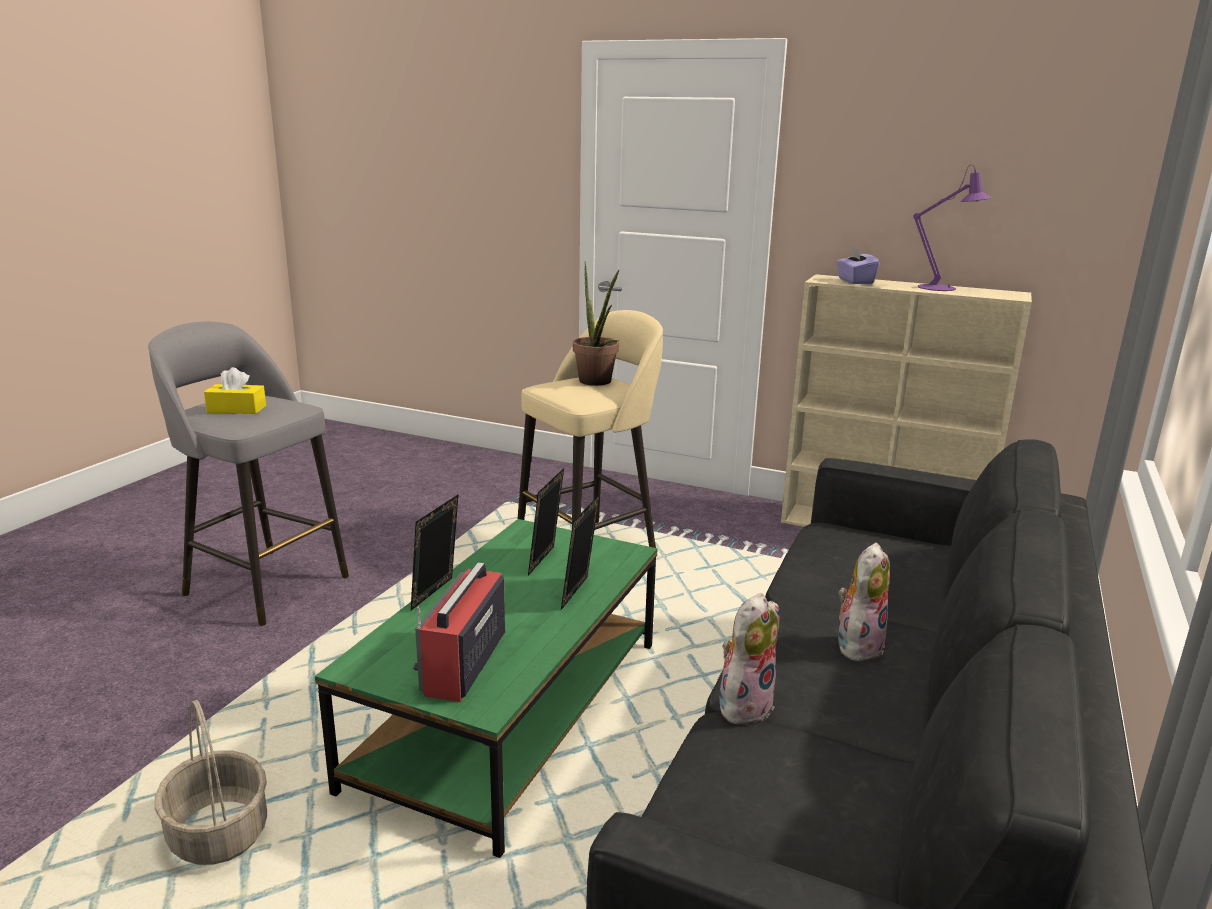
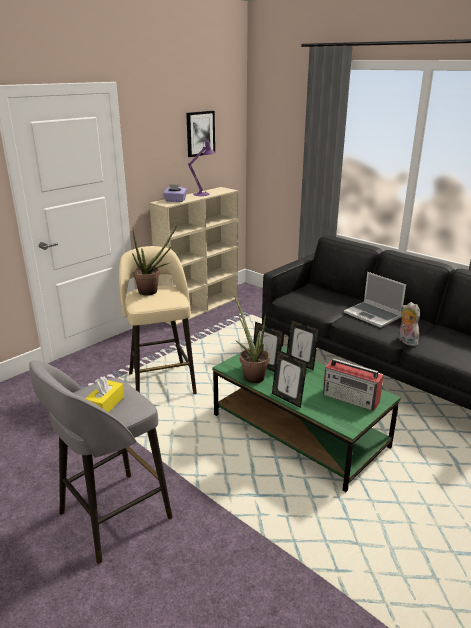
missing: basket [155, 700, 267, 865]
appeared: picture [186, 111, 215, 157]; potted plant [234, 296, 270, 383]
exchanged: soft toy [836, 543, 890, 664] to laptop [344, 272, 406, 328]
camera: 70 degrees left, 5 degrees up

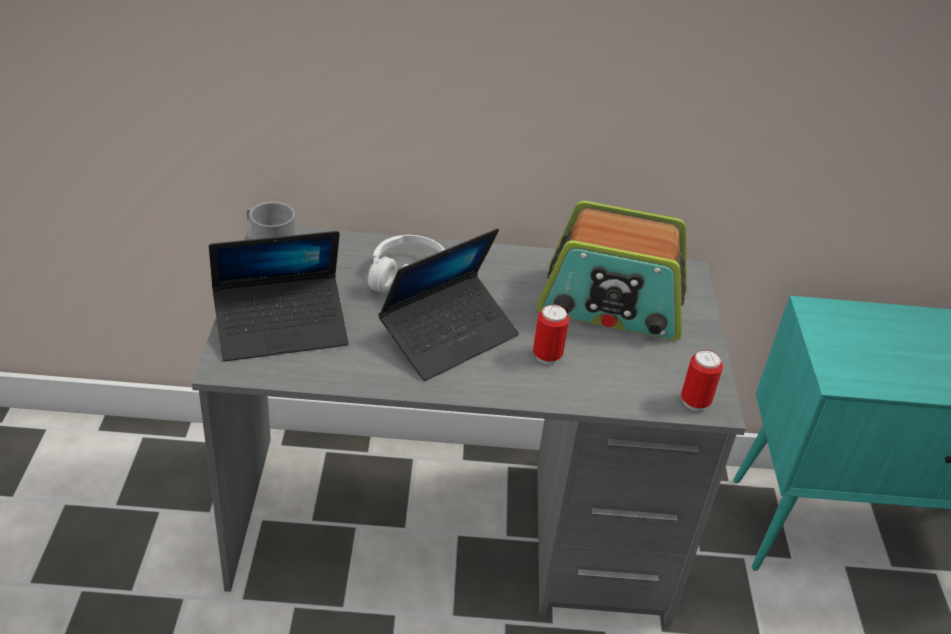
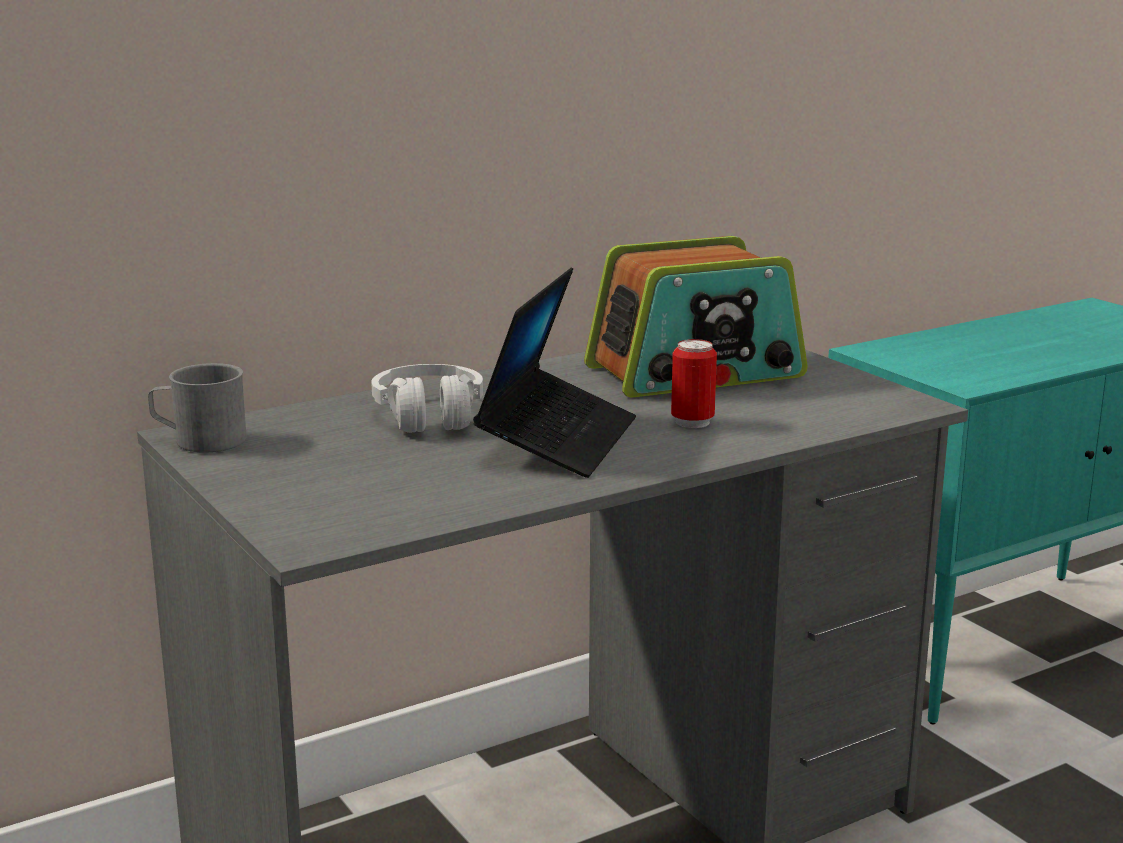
missing: laptop [209, 231, 349, 361]; metal can [681, 350, 723, 411]
camera: 30 degrees left, 20 degrees down

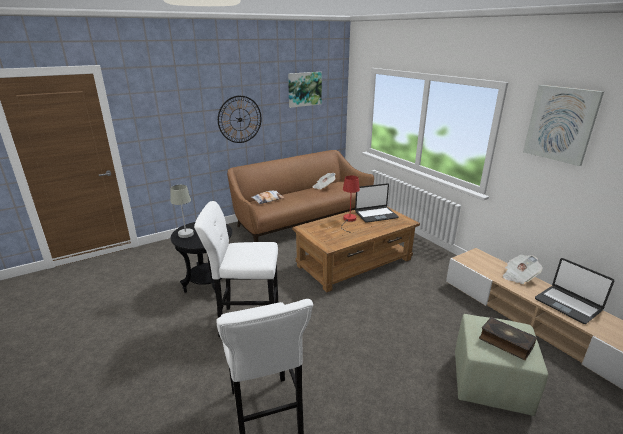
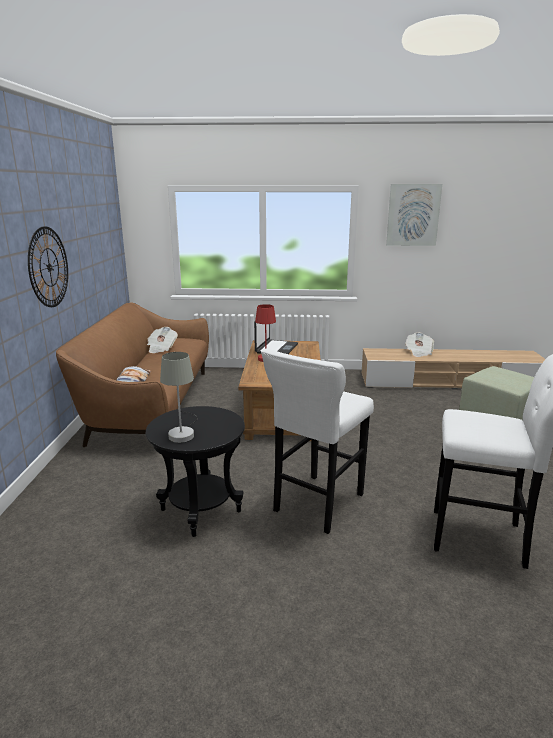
missing: picture [288, 72, 322, 108]; bound book [479, 317, 537, 360]; laptop [535, 258, 614, 324]
camera: 55 degrees left, 5 degrees down

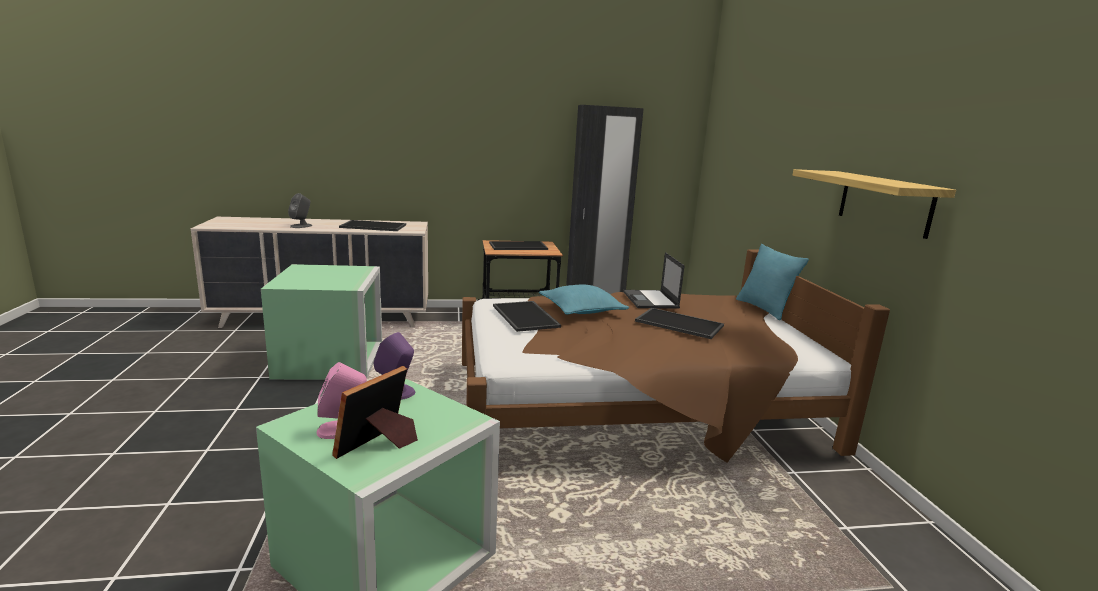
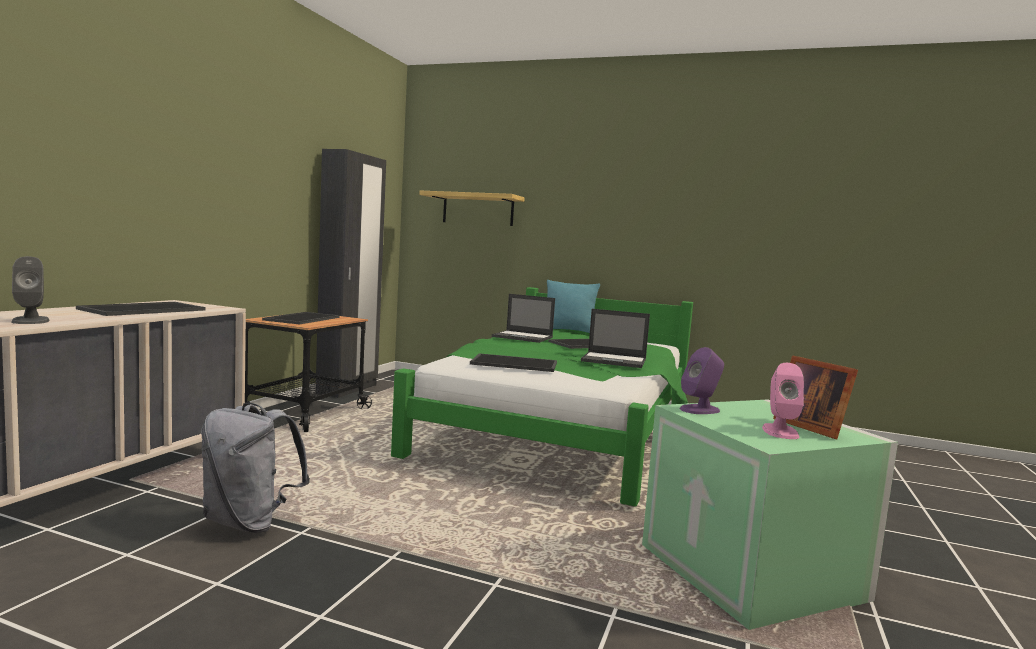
missing: cushion in turquoise-coloured [539, 284, 629, 315]
appeared: laptop [581, 309, 650, 368]
relocated: wall shelf [792, 169, 956, 239] to [419, 191, 525, 226]
exchanged: storage container in green-coloured [261, 264, 382, 380] to backpack in greyish [201, 403, 310, 533]
colour: sleeping bed in brownish [462, 249, 890, 462] to sleeping bed in green-coloured [391, 287, 693, 507]
camera: 60 degrees left, 10 degrees down

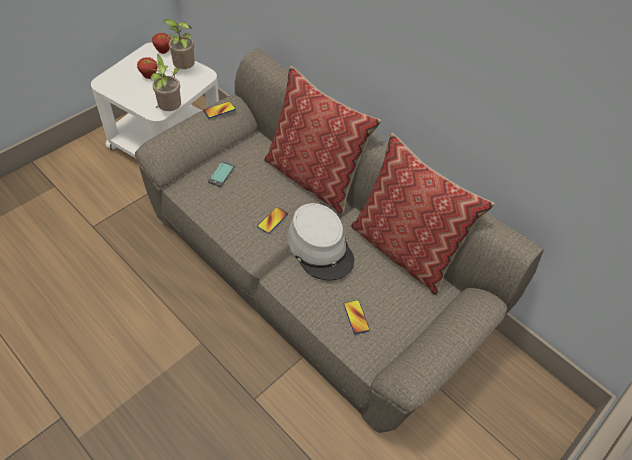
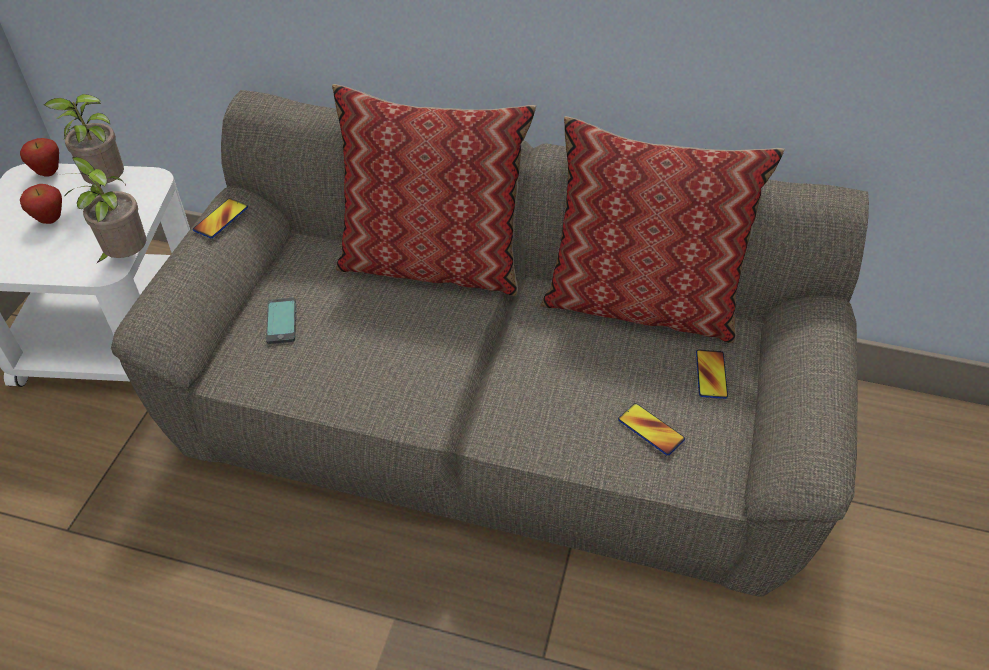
missing: wearable hat in greyish [287, 203, 354, 281]
relocated: telephone [257, 207, 288, 234] to [696, 350, 728, 399]
camera: 25 degrees left, 5 degrees down

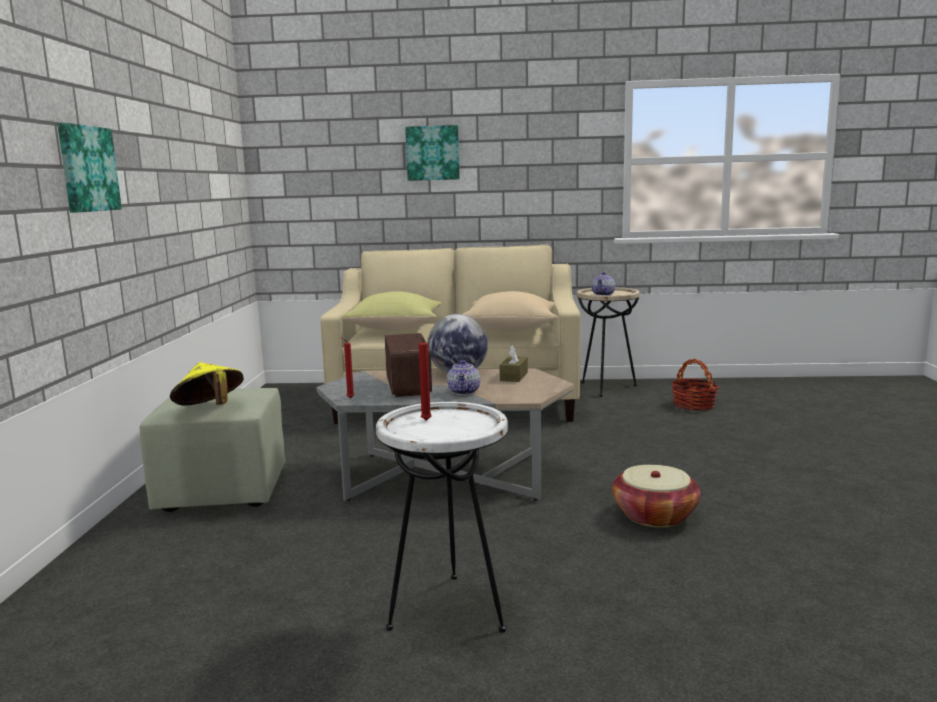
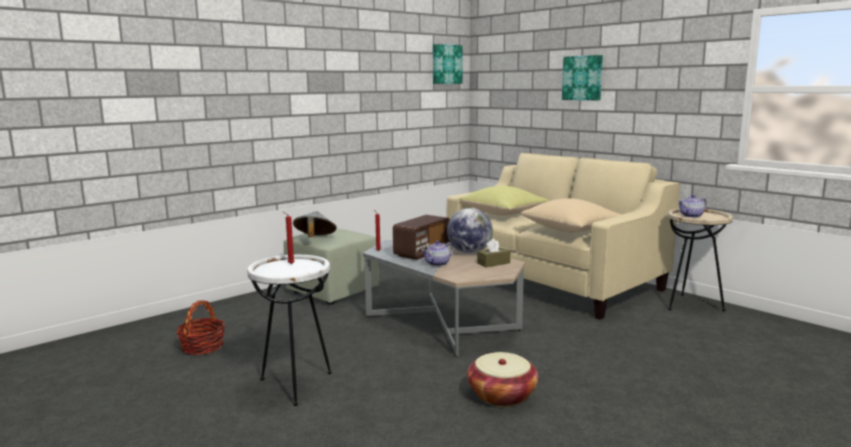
relocated: picture [57, 123, 122, 213] to [433, 44, 463, 84]; basket [671, 359, 719, 411] to [177, 300, 225, 355]
colour: wearable hat in yellow-coloured [170, 362, 244, 406] to wearable hat in greyish [293, 211, 337, 237]
camera: 45 degrees right, 0 degrees up

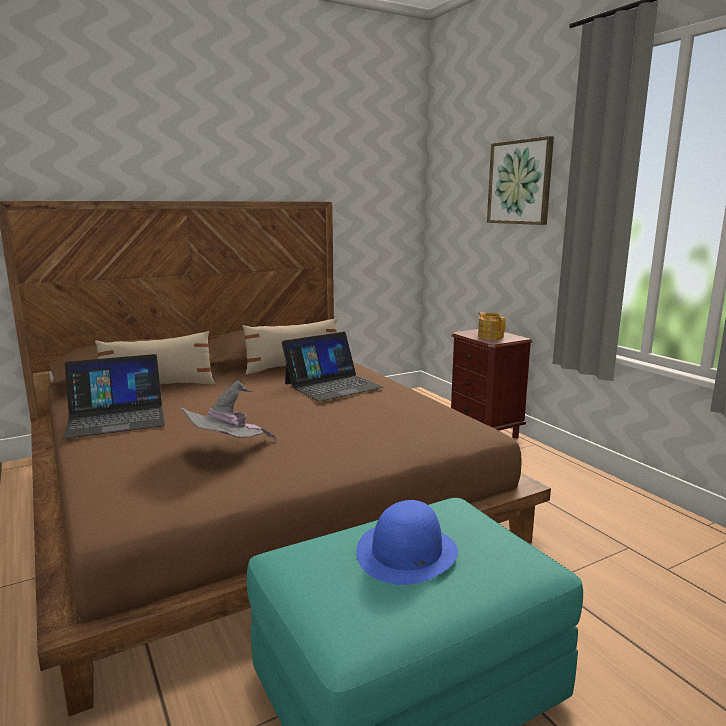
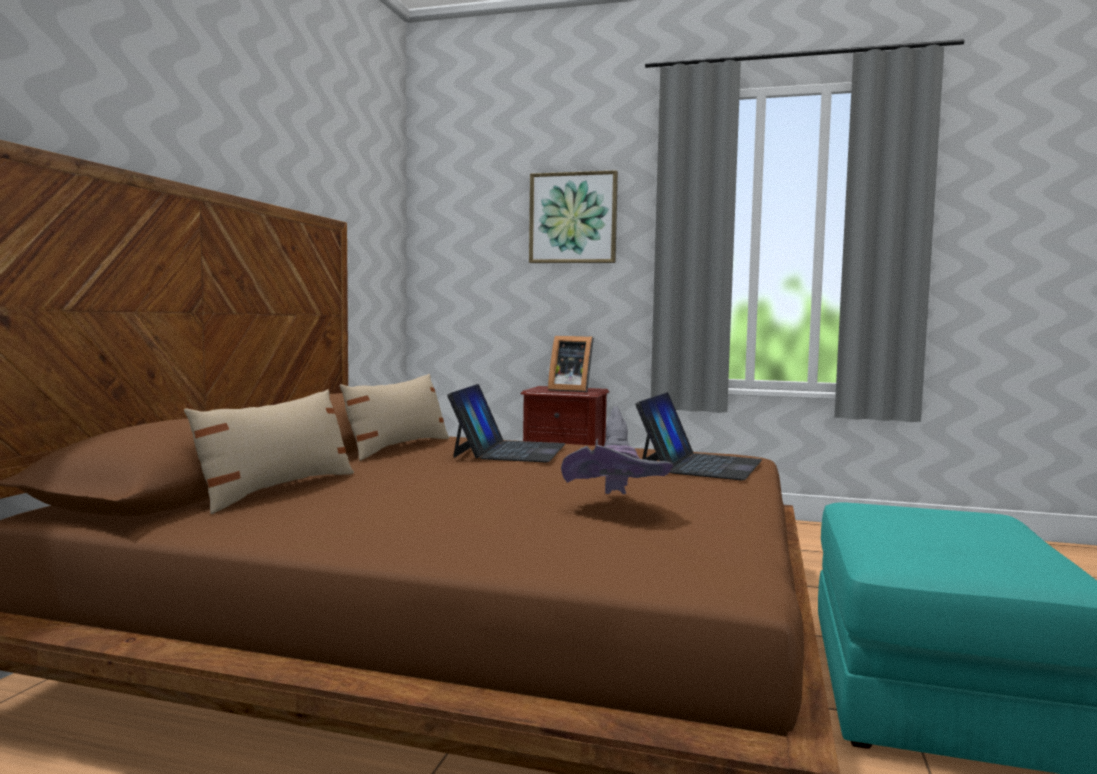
missing: wearable hat in blue-coloured [356, 500, 458, 585]
relocated: laptop [63, 354, 165, 439] to [635, 392, 762, 480]
exchanged: teapot [478, 312, 505, 340] to photo frame [548, 336, 594, 392]
camera: 45 degrees left, 10 degrees down

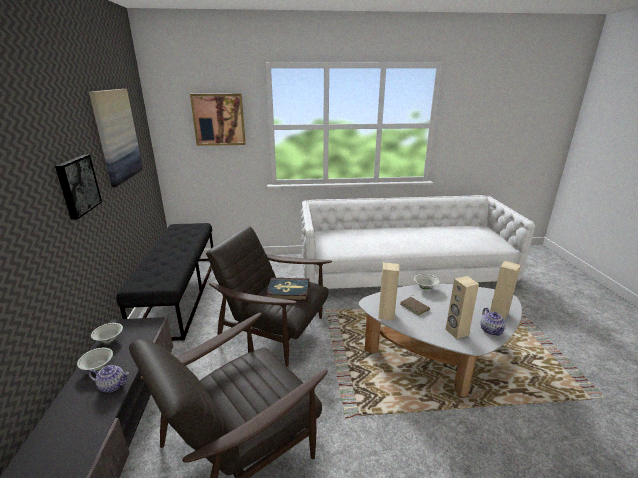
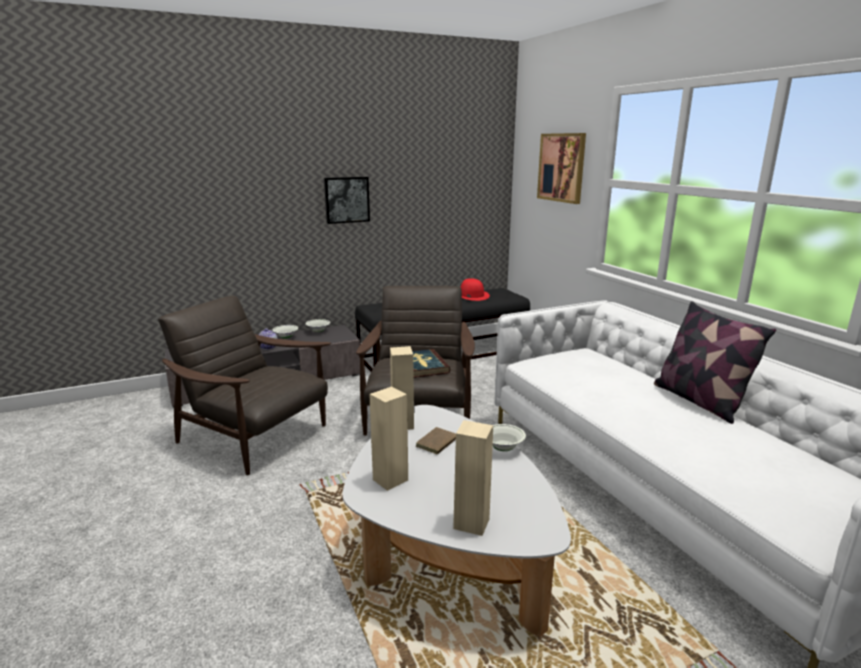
missing: picture [89, 89, 143, 187]; teapot [480, 308, 506, 336]
appeared: wearable hat in reddish [460, 278, 490, 301]; cushion [654, 301, 776, 424]
camera: 70 degrees right, 5 degrees down

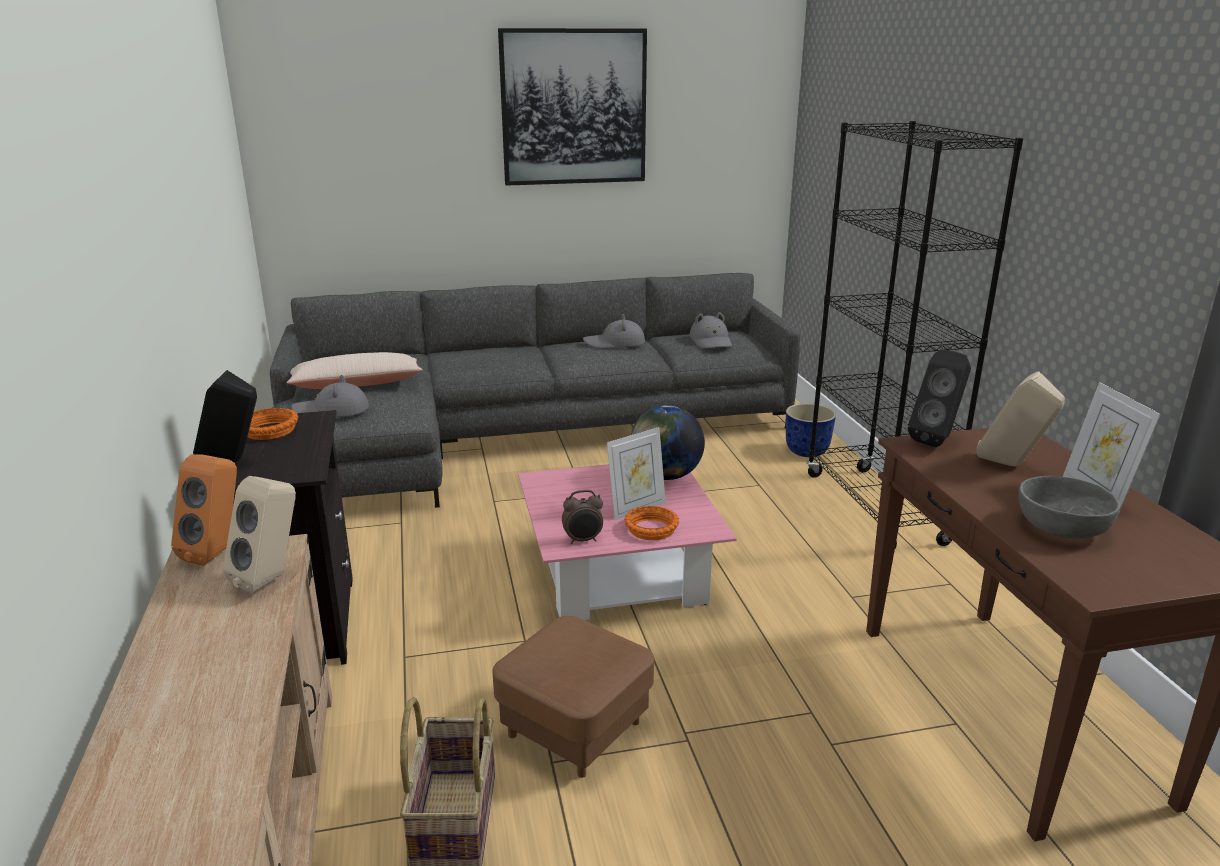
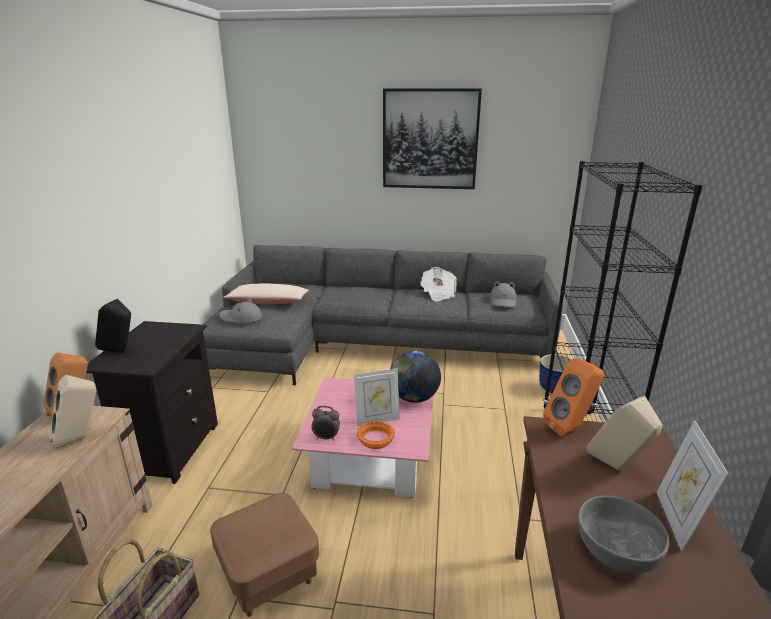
missing: serving bowl in orange [247, 408, 299, 440]
exchanged: wearable hat in greyish [583, 314, 645, 349] to daily paper [420, 267, 457, 301]
colour: speaker in black-coloured [908, 349, 971, 447] to speaker in orange [543, 358, 604, 436]
camera: 20 degrees right, 0 degrees up

